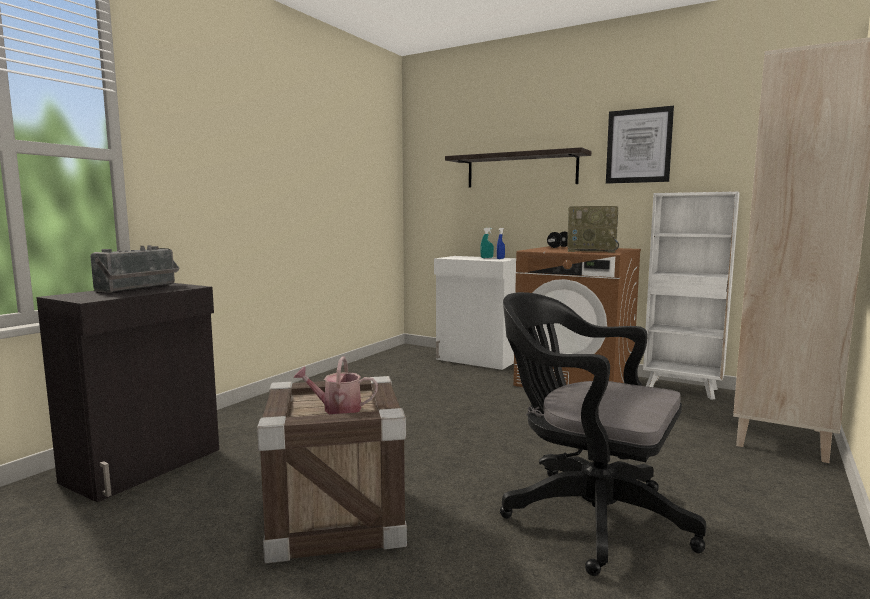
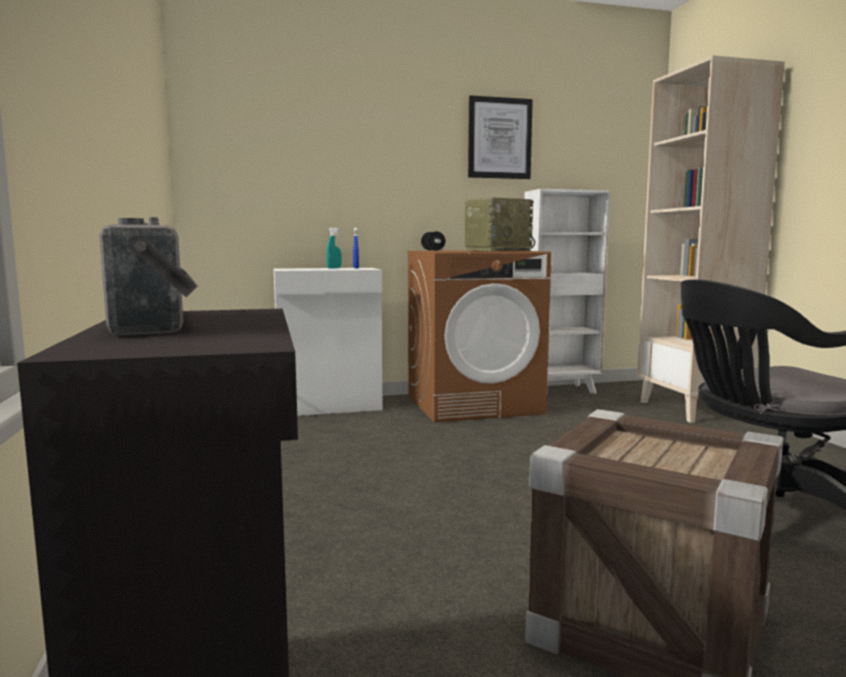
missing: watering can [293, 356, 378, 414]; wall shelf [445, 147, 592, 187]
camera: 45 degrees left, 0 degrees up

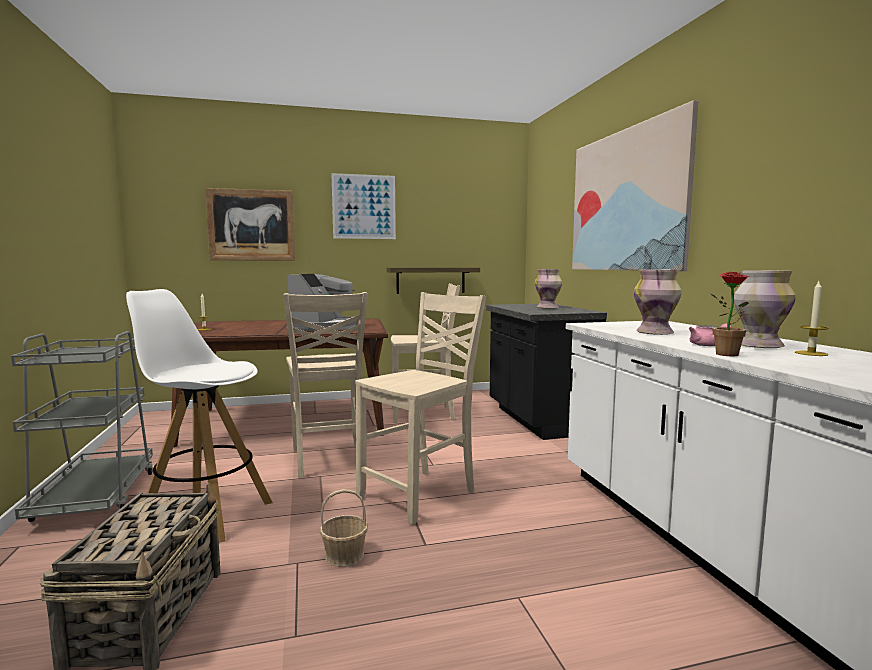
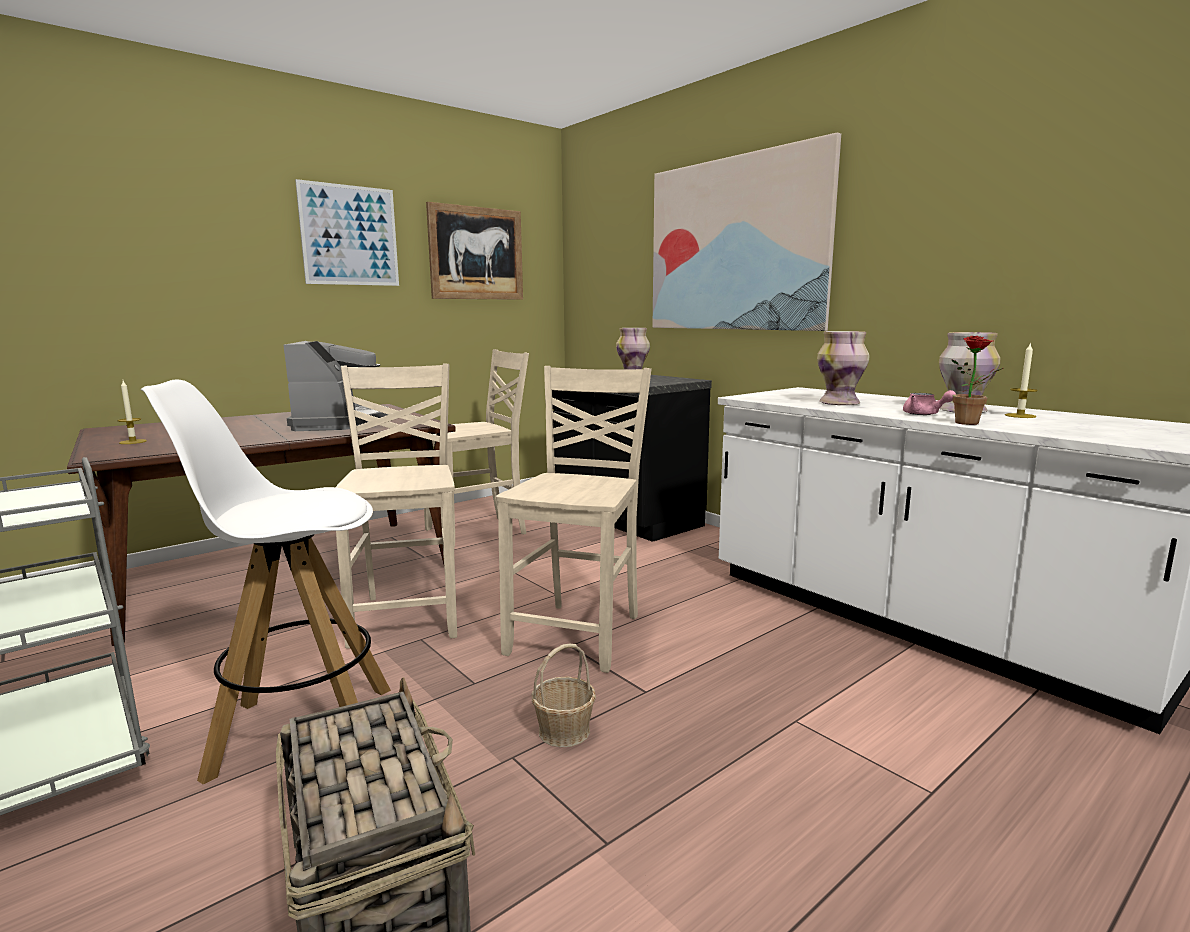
missing: wall shelf [387, 267, 480, 294]
relocated: picture [205, 188, 295, 260] to [426, 202, 523, 300]
spun: plain chair in sand-coloured [283, 292, 368, 478] = [336, 364, 457, 649] 150 degrees counterclockwise
camera: 25 degrees left, 5 degrees up

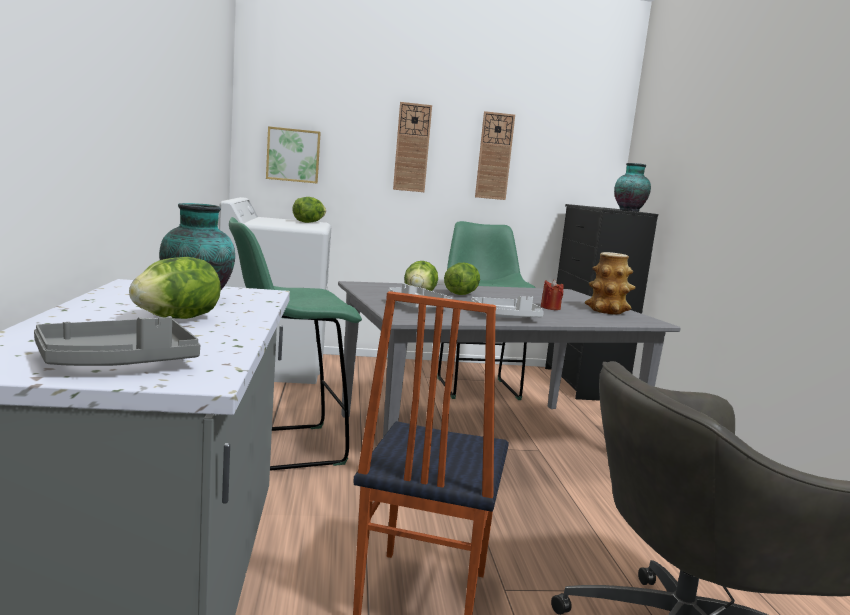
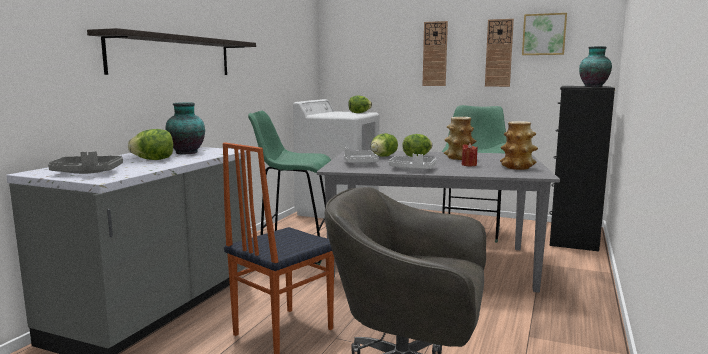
appeared: wall shelf [87, 28, 256, 75]; vase [444, 117, 476, 160]
relocated: picture [266, 126, 321, 183] to [522, 13, 567, 55]
camera: 30 degrees right, 0 degrees up

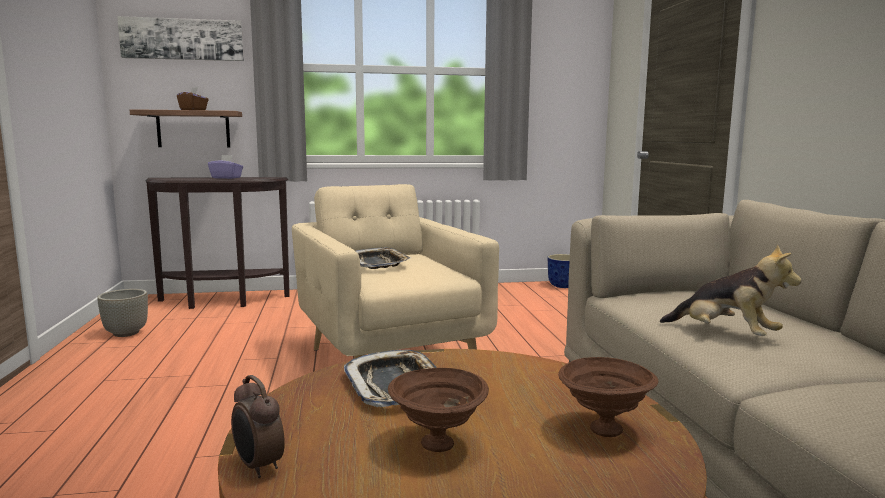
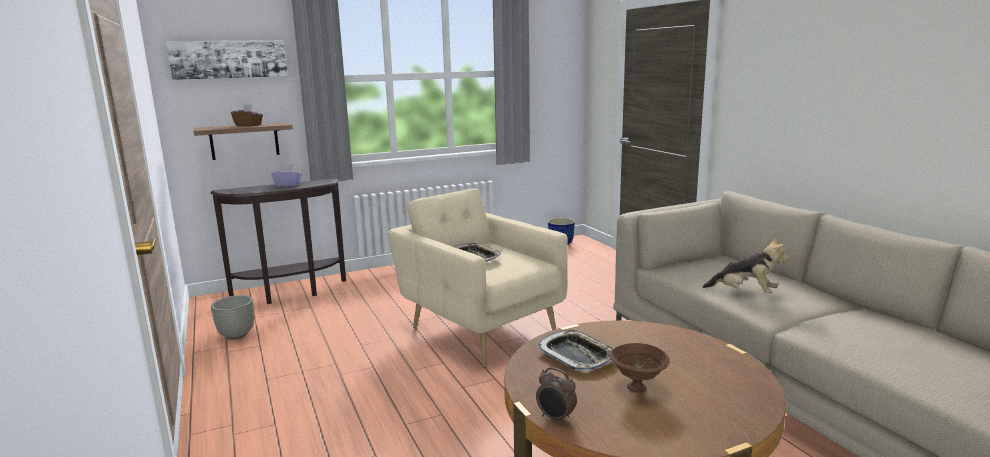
missing: serving bowl in brownish [558, 357, 659, 437]
camera: 15 degrees left, 5 degrees up

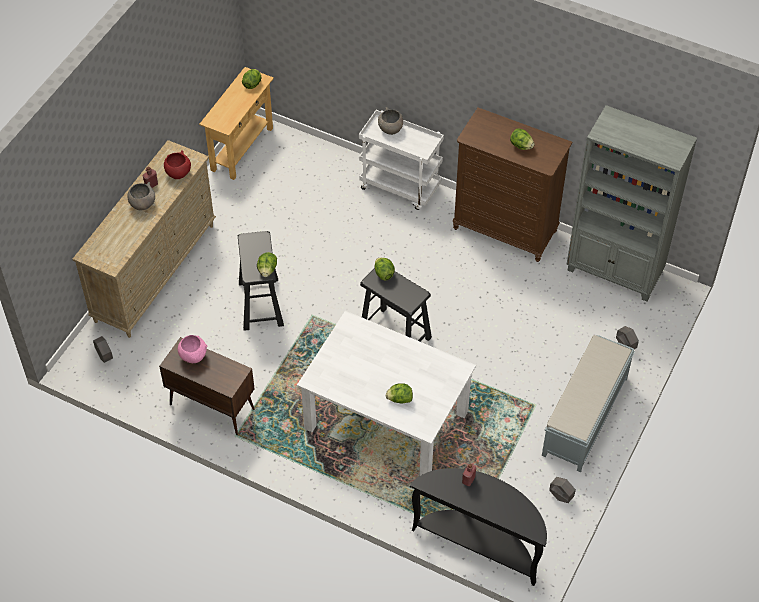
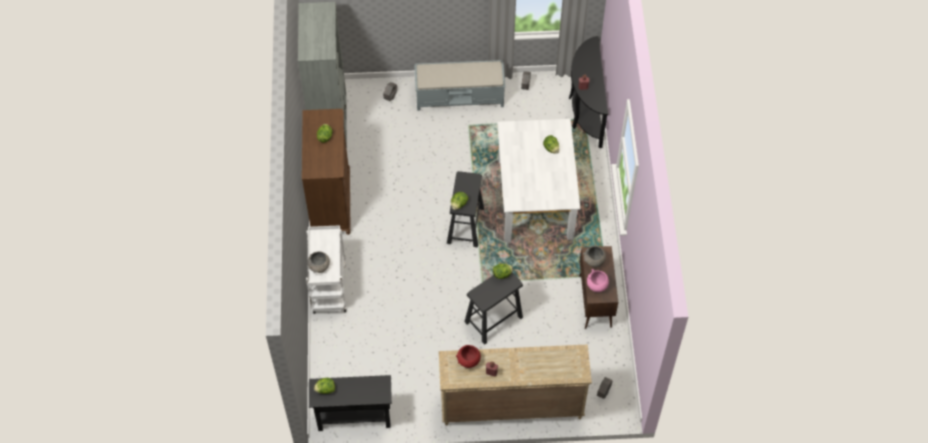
relocated: serving bowl in greyish [127, 182, 155, 211] to [583, 246, 606, 267]
colour: narrow table in sand-coloured [199, 67, 274, 180] to narrow table in black-coloured [309, 375, 392, 431]
camera: 120 degrees left, 5 degrees up

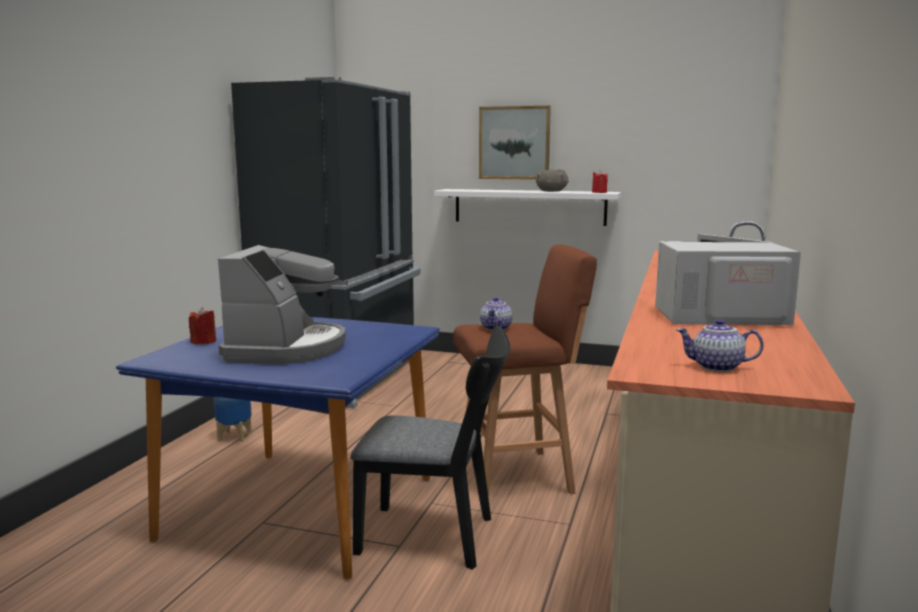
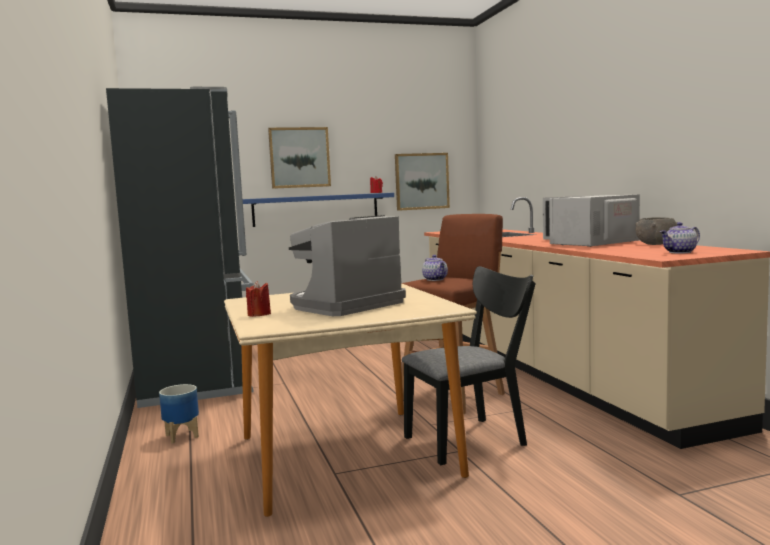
appeared: picture [395, 153, 450, 211]
relocated: serving bowl in greyish [536, 170, 569, 192] to [635, 217, 678, 245]
colour: dining table in blue-coloured [116, 317, 440, 580] to dining table in sand-coloured [224, 284, 477, 517]; wall shelf in white-coloured [434, 189, 621, 226] to wall shelf in blue-coloured [243, 193, 394, 227]
spun: coffee machine [218, 245, 346, 364] = [289, 215, 406, 316] 105 degrees counterclockwise
camera: 35 degrees left, 5 degrees down

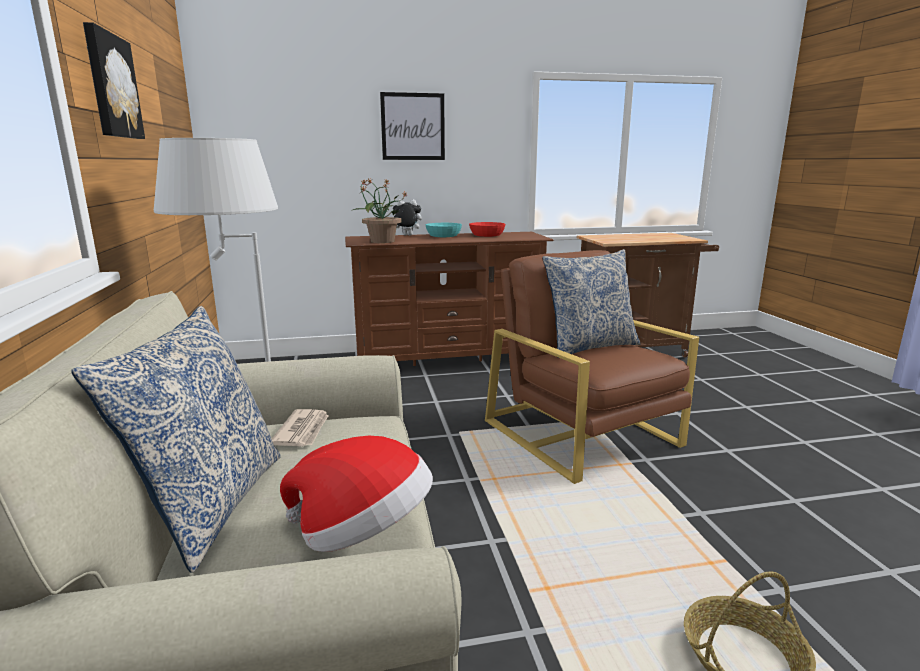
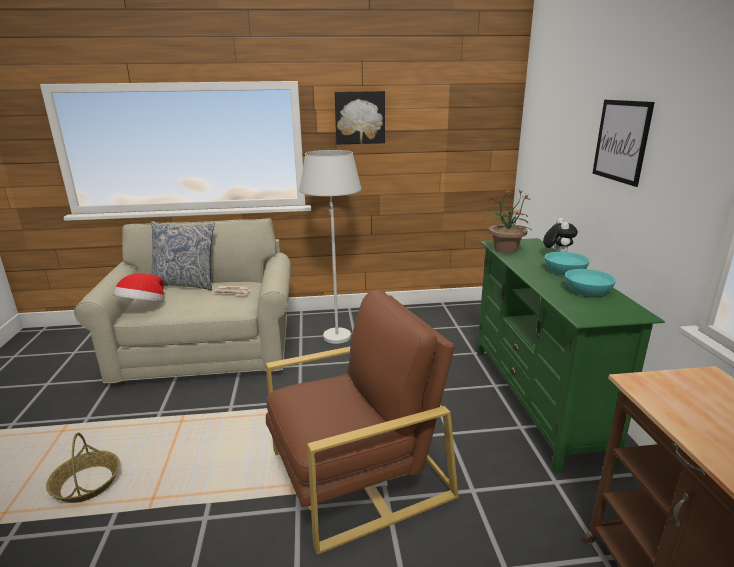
missing: cushion [542, 249, 640, 354]
colour: tv stand in brownish [345, 232, 553, 366] to tv stand in green-coloured [477, 238, 665, 473]; serving bowl in reddish [469, 222, 505, 237] to serving bowl in turquoise-coloured [565, 269, 616, 296]
camera: 95 degrees right, 5 degrees up

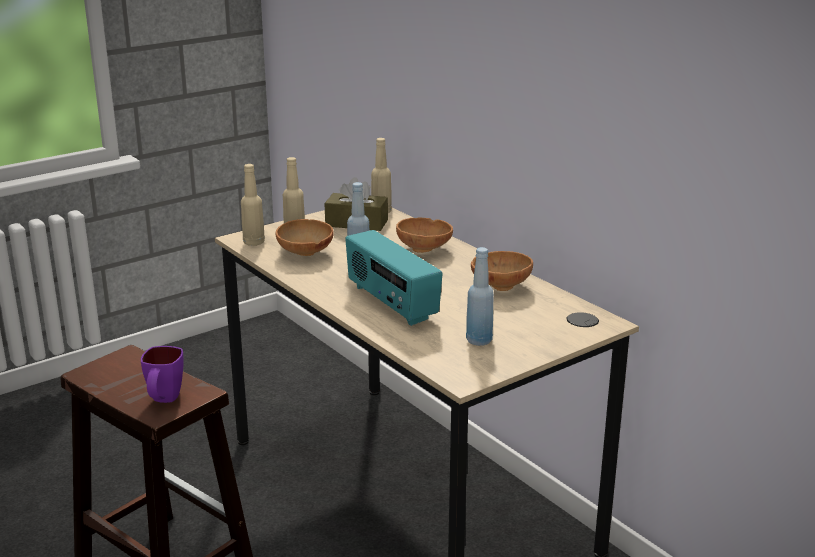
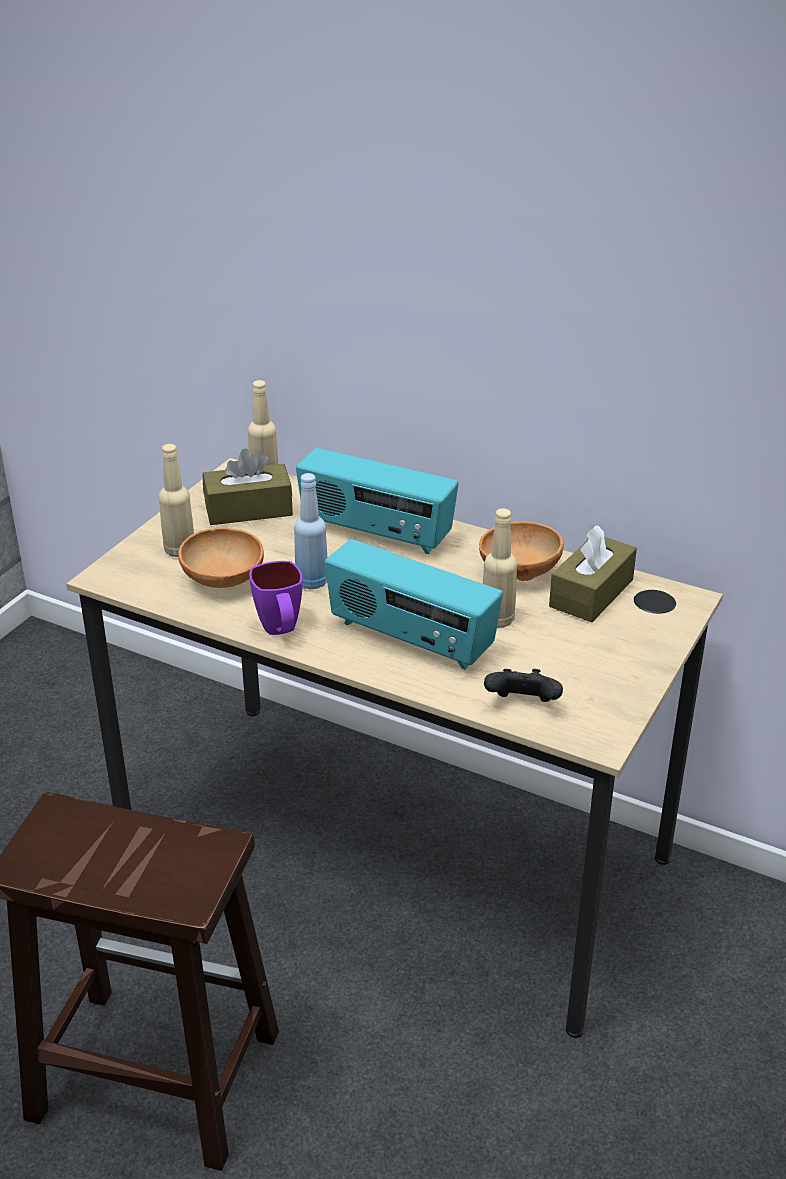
missing: beverage bottle in blue-coloured [466, 247, 494, 346]
appeared: gamepad in black-coloured [484, 669, 563, 702]; box of tissues in brownish [549, 525, 637, 622]
relocated: coffee mug in purple-coloured [141, 346, 184, 403] to [249, 561, 303, 635]; beverage bottle in sand-coloured [241, 164, 265, 246] to [483, 508, 517, 628]
exchanged: serving bowl in brownish [396, 218, 453, 253] to radio set [296, 448, 459, 554]
camera: 25 degrees left, 10 degrees up

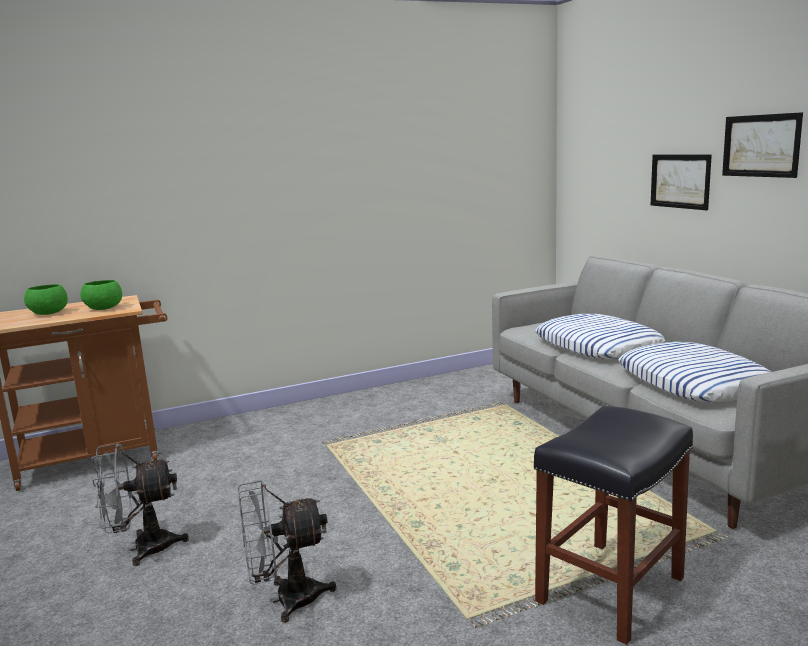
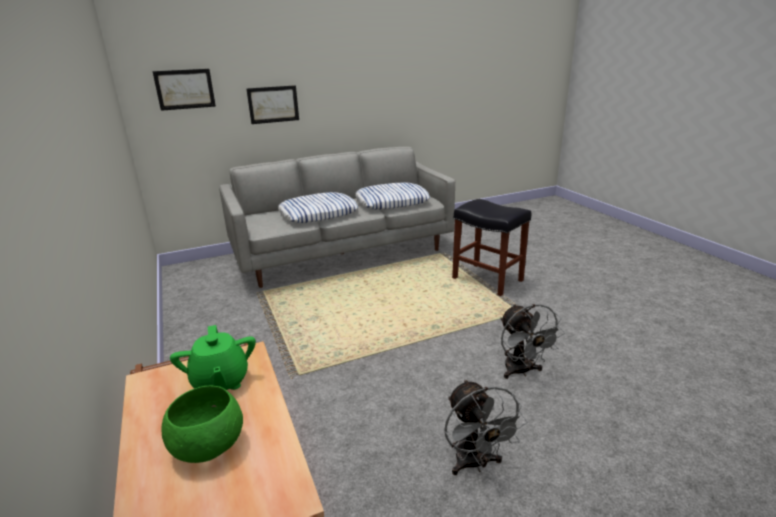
relocated: picture [722, 112, 803, 178] to [152, 69, 216, 111]
exchanged: serving bowl in green-coloured [80, 280, 122, 310] to teapot in green-coloured [170, 325, 256, 390]
camera: 90 degrees left, 10 degrees up

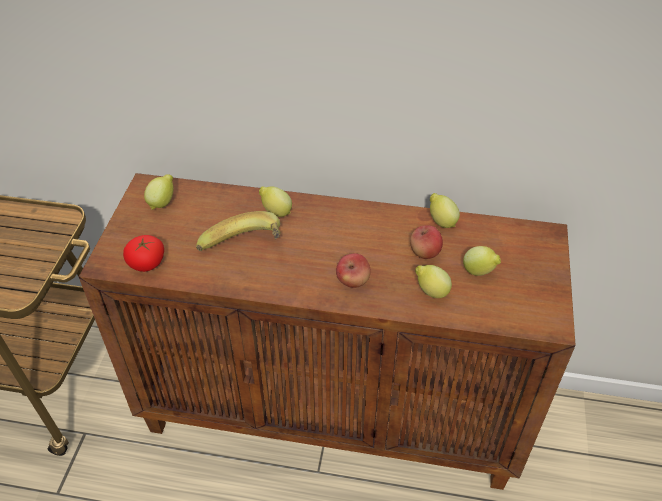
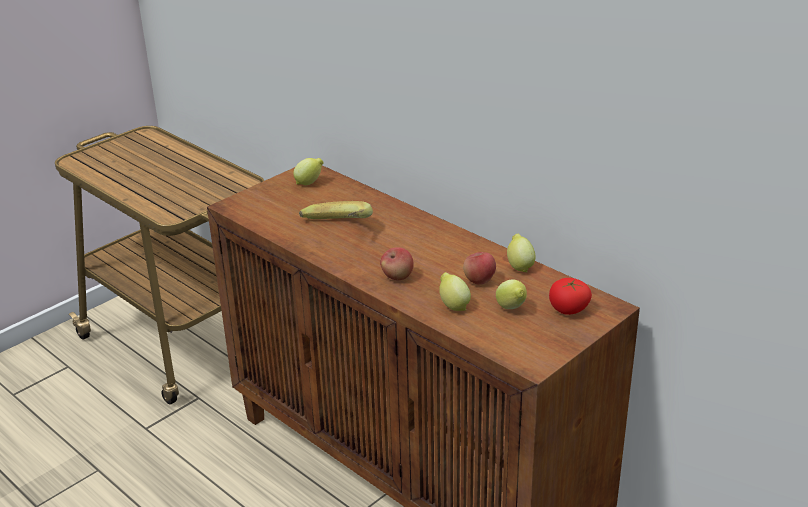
missing: lemon [259, 186, 292, 217]
relocated: fresh tomato [123, 235, 164, 272] to [549, 278, 592, 315]
camera: 35 degrees right, 15 degrees down

